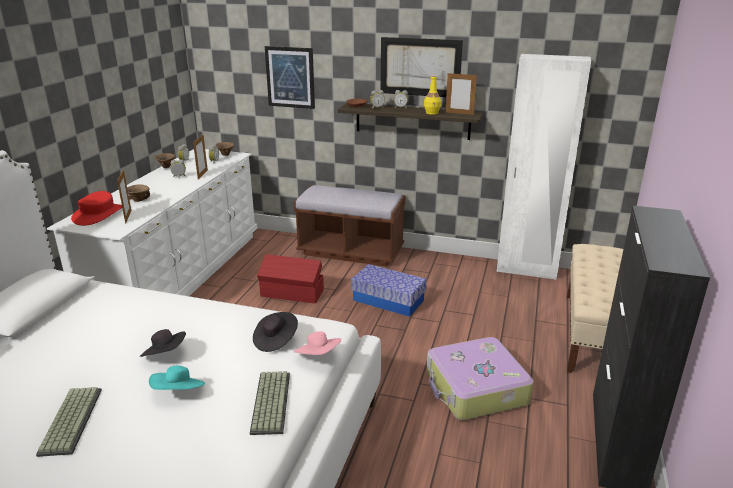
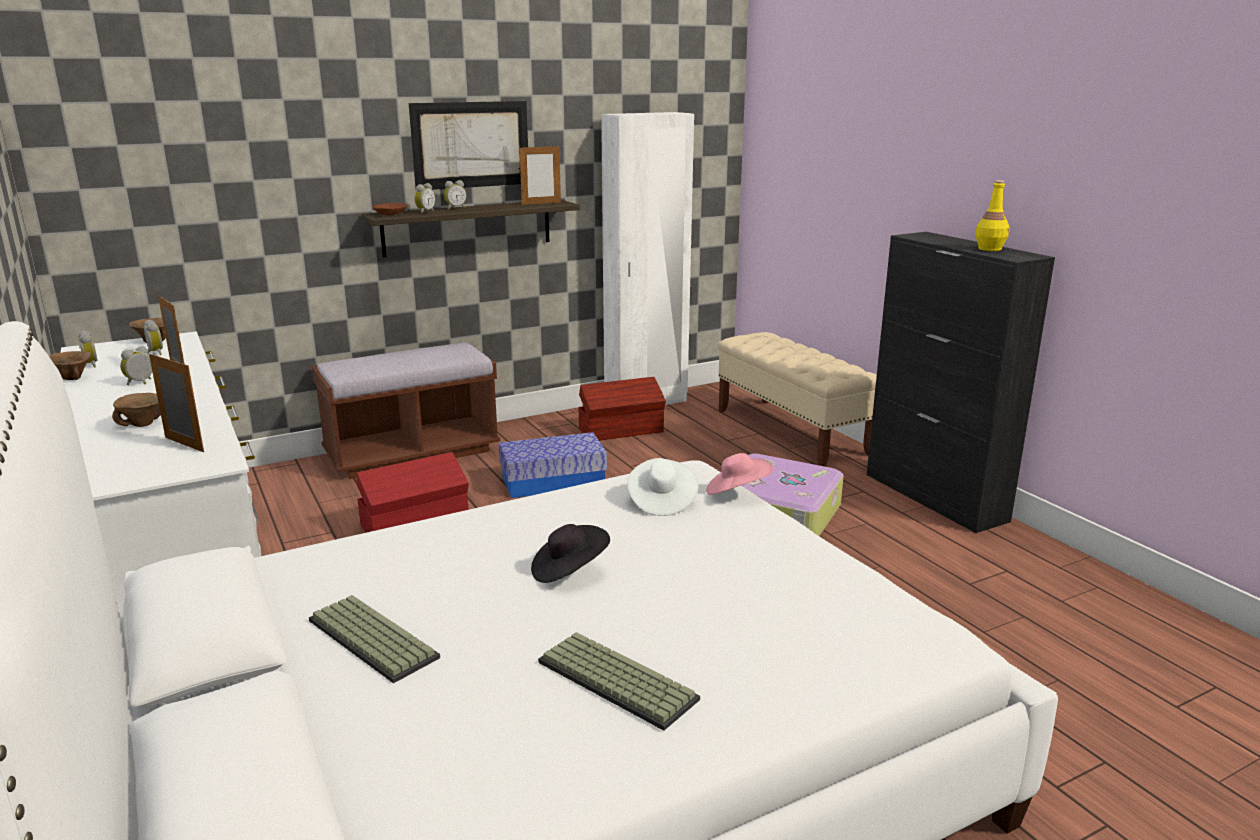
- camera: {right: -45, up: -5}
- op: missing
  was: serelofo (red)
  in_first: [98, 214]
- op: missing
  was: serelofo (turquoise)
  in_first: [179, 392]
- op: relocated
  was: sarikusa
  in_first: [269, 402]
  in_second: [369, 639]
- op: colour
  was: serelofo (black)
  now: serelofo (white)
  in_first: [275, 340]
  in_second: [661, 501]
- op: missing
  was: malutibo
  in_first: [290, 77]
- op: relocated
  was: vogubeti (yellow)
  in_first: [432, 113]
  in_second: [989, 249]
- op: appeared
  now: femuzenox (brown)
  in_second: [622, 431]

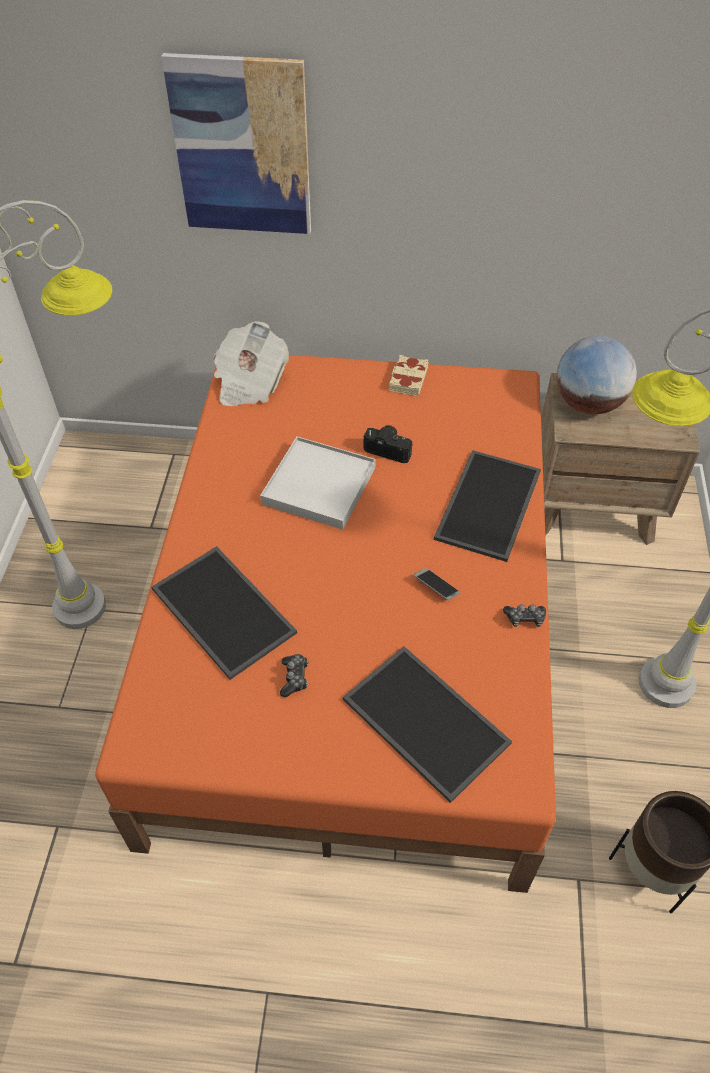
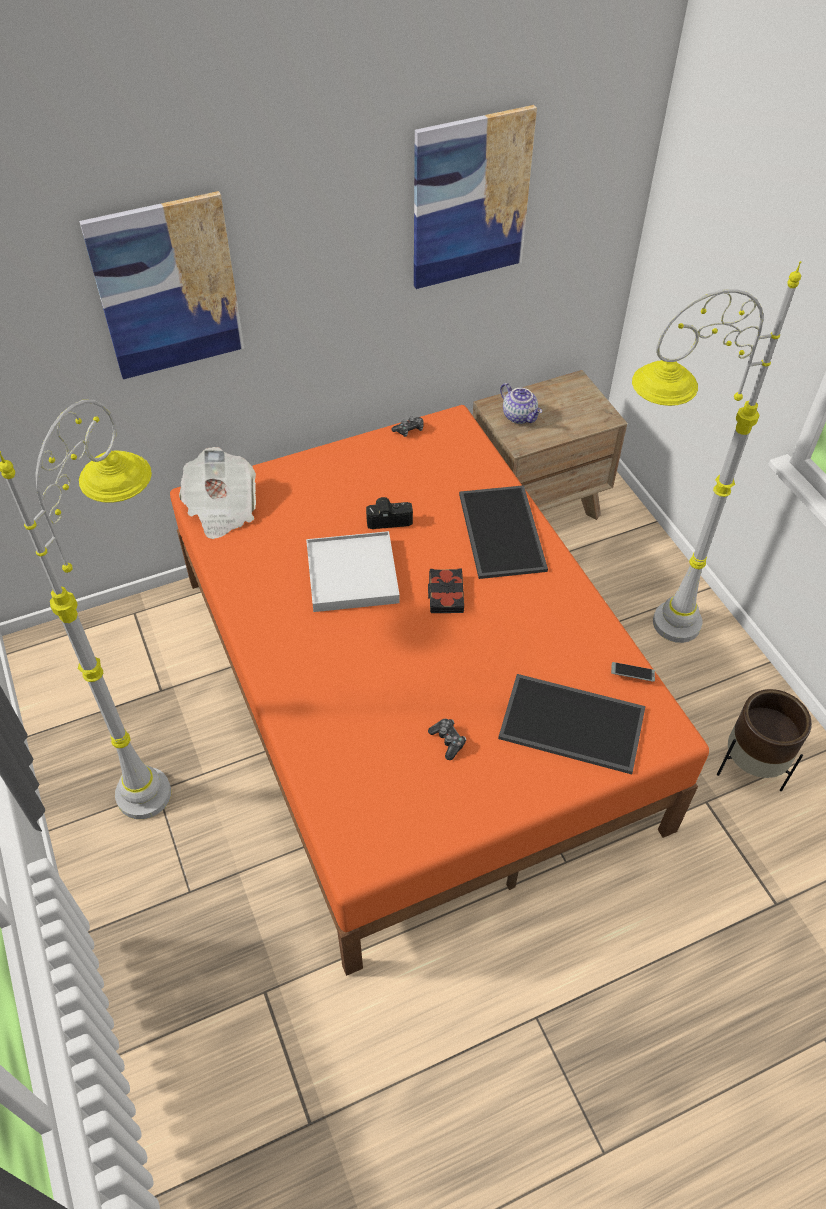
- camera: {right: -30, up: 0}
- op: missing
  was: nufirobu
  in_first: [220, 611]
- op: missing
  was: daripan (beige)
  in_first: [407, 379]
- op: relocated
  was: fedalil
  in_first: [436, 587]
  in_second: [632, 674]
- op: relocated
  was: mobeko
  in_first: [525, 618]
  in_second: [409, 430]
- op: exchanged
  was: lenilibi
  now: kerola
  in_first: [588, 403]
  in_second: [520, 416]
- op: appeared
  now: malutibo
  in_second: [470, 199]
- op: appeared
  now: daripan (black)
  in_second: [445, 594]

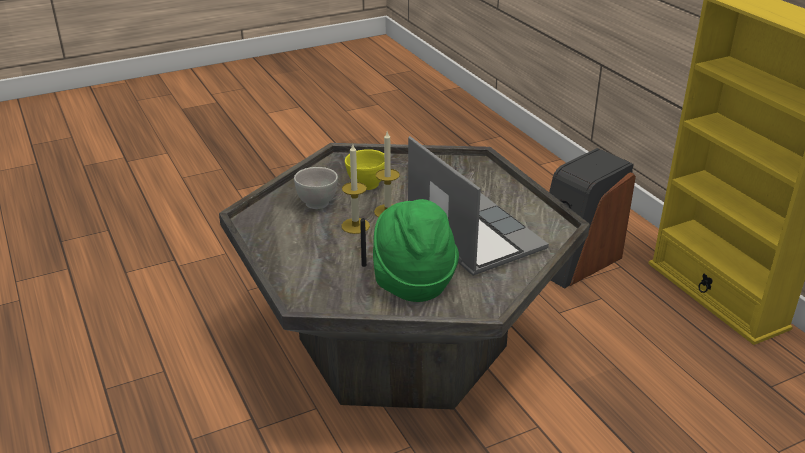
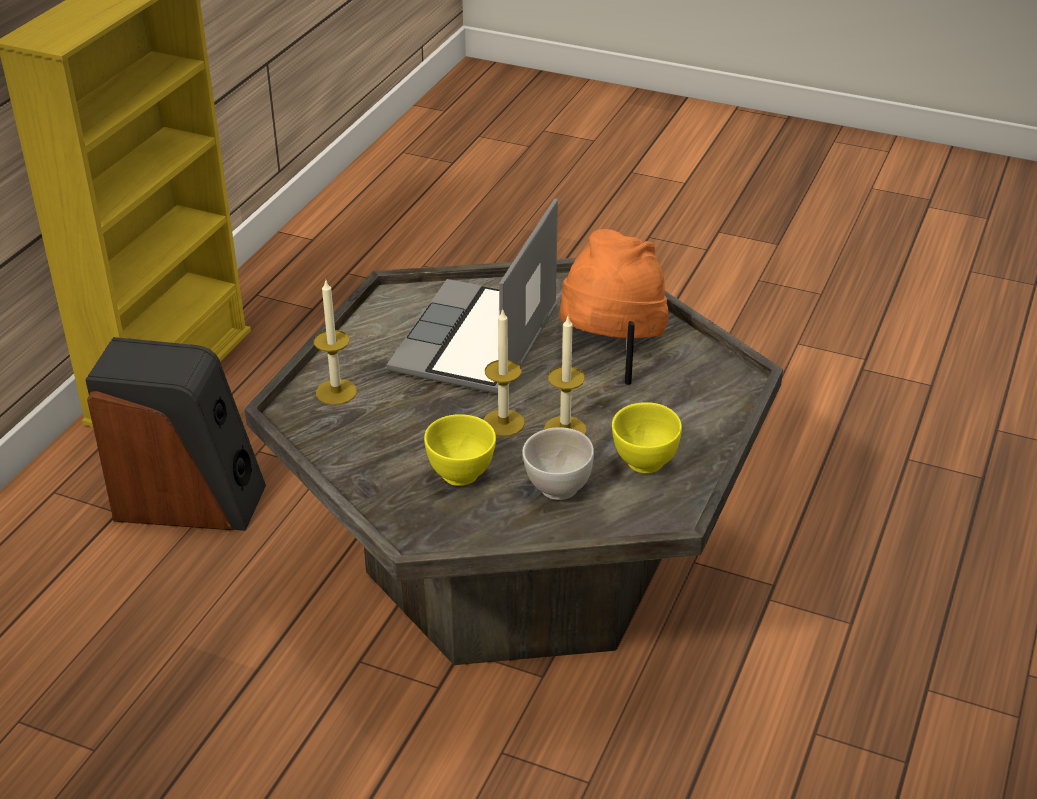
- camera: {right: -130, up: 5}
- op: colour
  was: serelofo (green)
  now: serelofo (orange)
  in_first: [412, 281]
  in_second: [610, 340]
- op: appeared
  now: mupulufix
  in_second: [336, 392]
- op: appeared
  now: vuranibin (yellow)
  in_second: [644, 463]

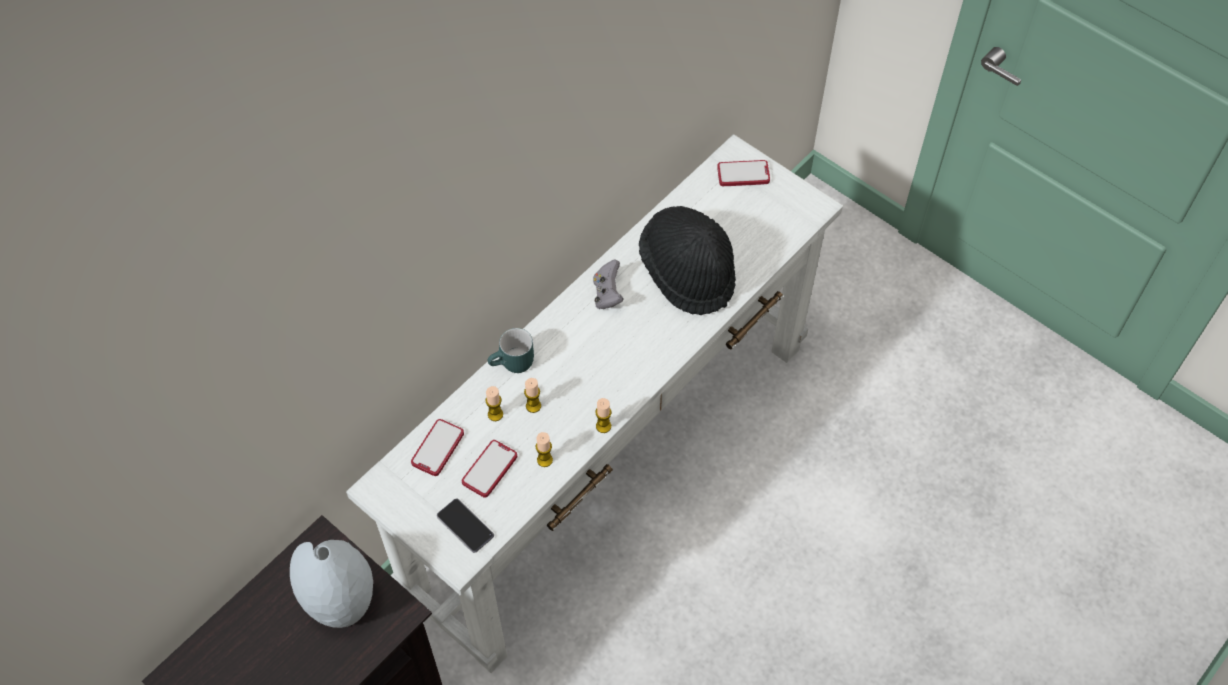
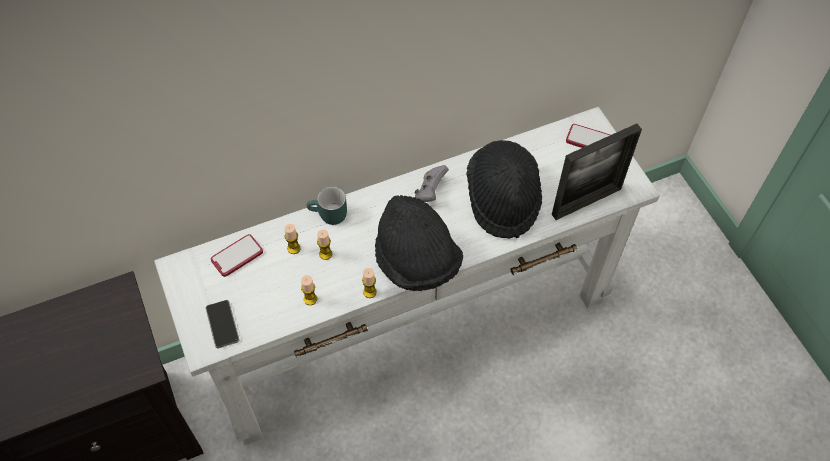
- camera: {right: 25, up: 0}
- op: missing
  was: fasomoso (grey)
  in_first: [340, 603]
- op: missing
  was: fedalil
  in_first: [489, 469]
- op: appeared
  now: serelofo (black)
  in_second: [416, 261]
- op: appeared
  now: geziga
  in_second: [586, 202]

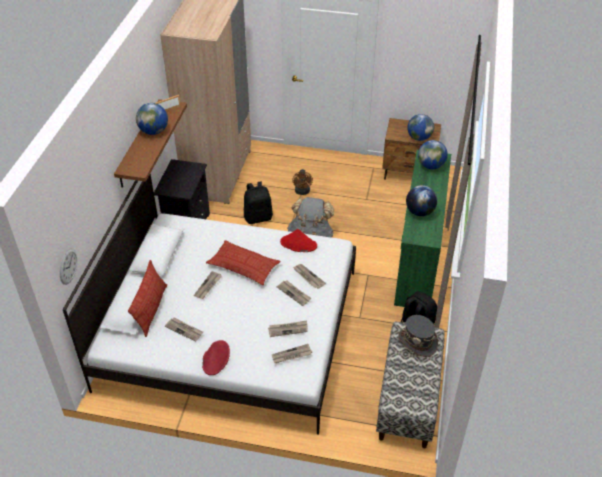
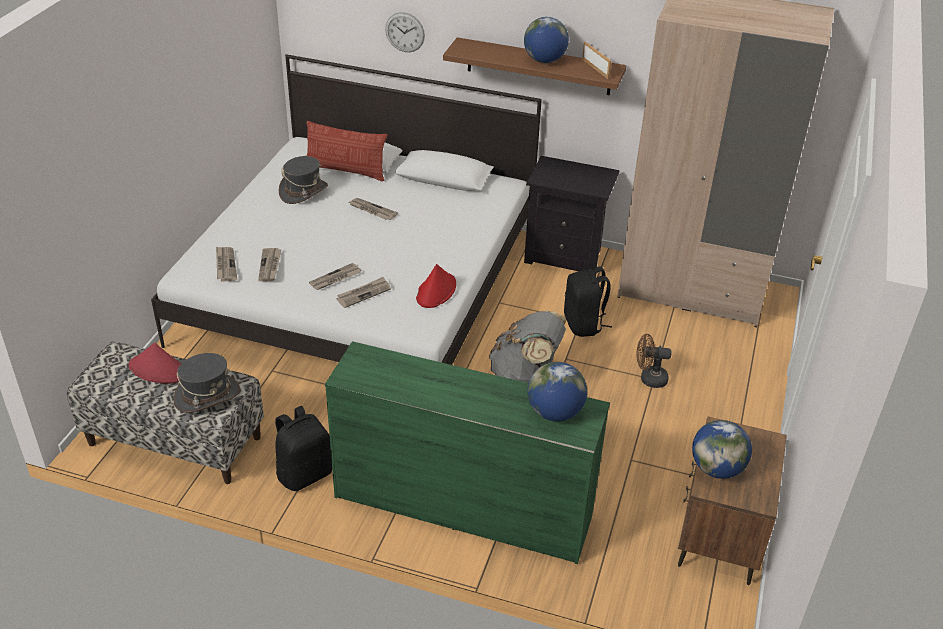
- camera: {right: 95, up: -5}
- op: relocated
  was: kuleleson
  in_first: [68, 266]
  in_second: [405, 32]
- op: exchanged
  was: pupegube
  now: serelofo (grey)
  in_first: [184, 330]
  in_second: [303, 191]
- op: relocated
  was: serelofo (red)
  in_first: [216, 358]
  in_second: [159, 370]
- op: missing
  was: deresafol
  in_first: [243, 266]
- op: missing
  was: lenilibi
  in_first: [419, 212]

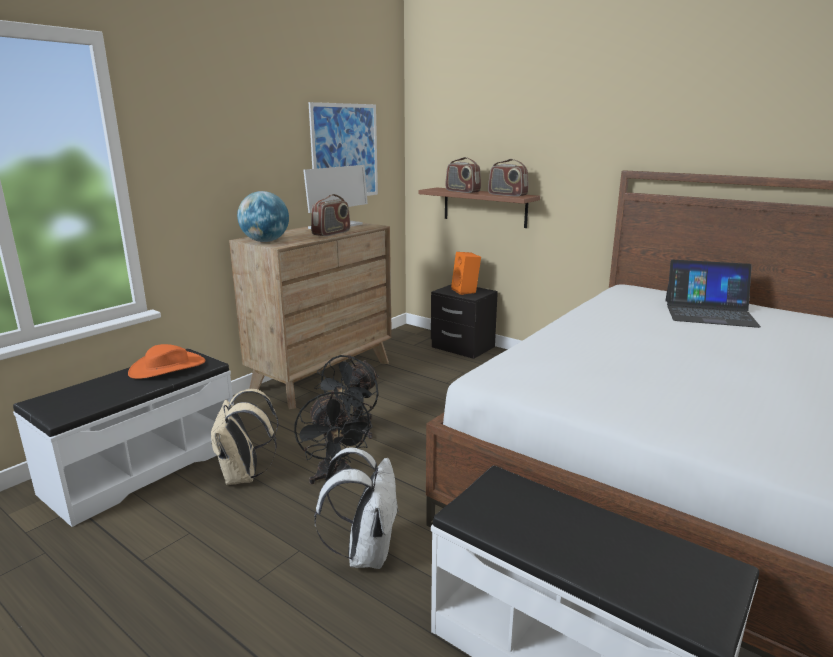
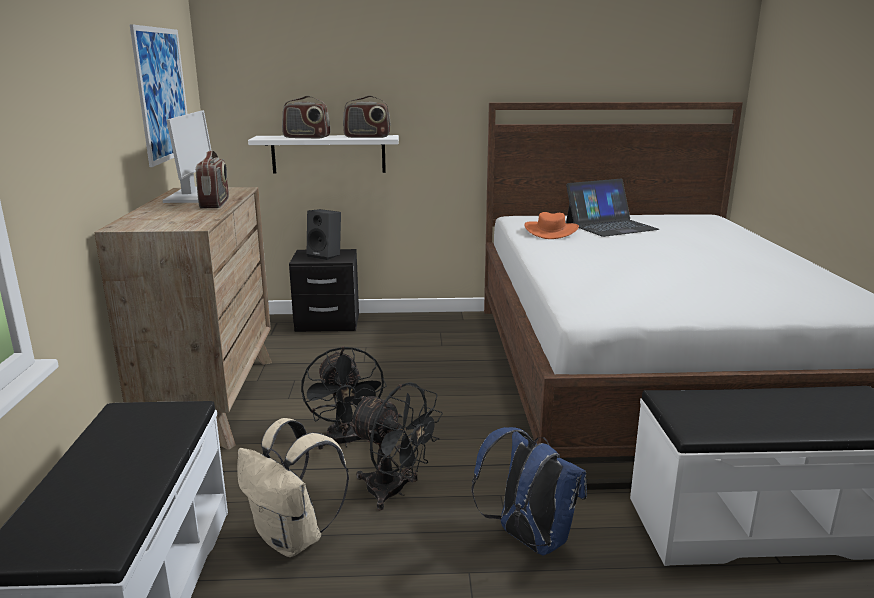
- camera: {right: -40, up: 0}
- op: relocated
  was: serelofo (orange)
  in_first: [167, 367]
  in_second: [551, 231]
- op: missing
  was: lenilibi
  in_first: [265, 241]
- op: colour
  was: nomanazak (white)
  now: nomanazak (blue)
  in_first: [366, 553]
  in_second: [528, 539]
- op: colour
  was: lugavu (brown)
  now: lugavu (white)
  in_first: [484, 207]
  in_second: [328, 154]
- op: colour
  was: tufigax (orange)
  now: tufigax (black)
  in_first: [466, 291]
  in_second: [326, 255]

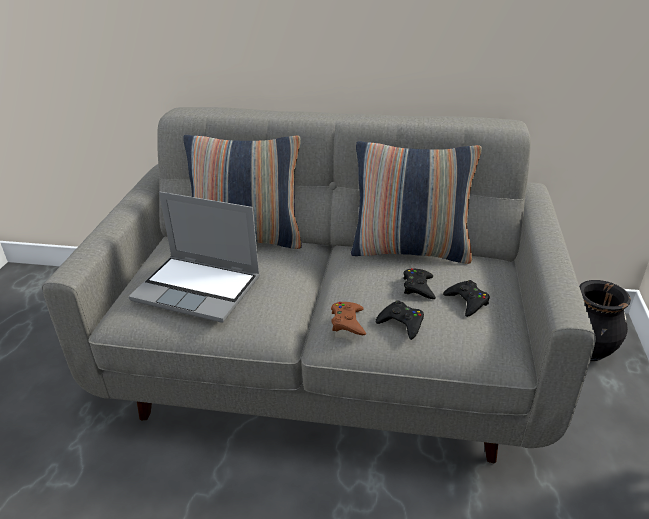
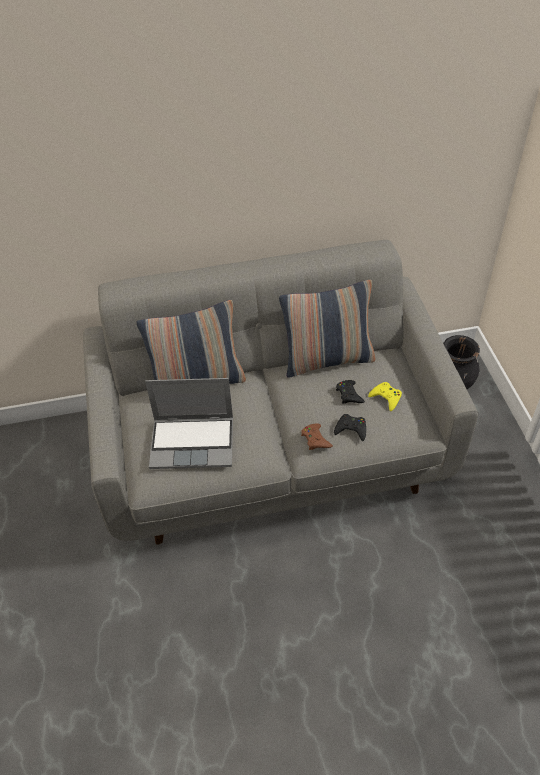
- camera: {right: -20, up: 15}
- op: colour
  was: mobeko (black)
  now: mobeko (yellow)
  in_first: [467, 301]
  in_second: [386, 398]

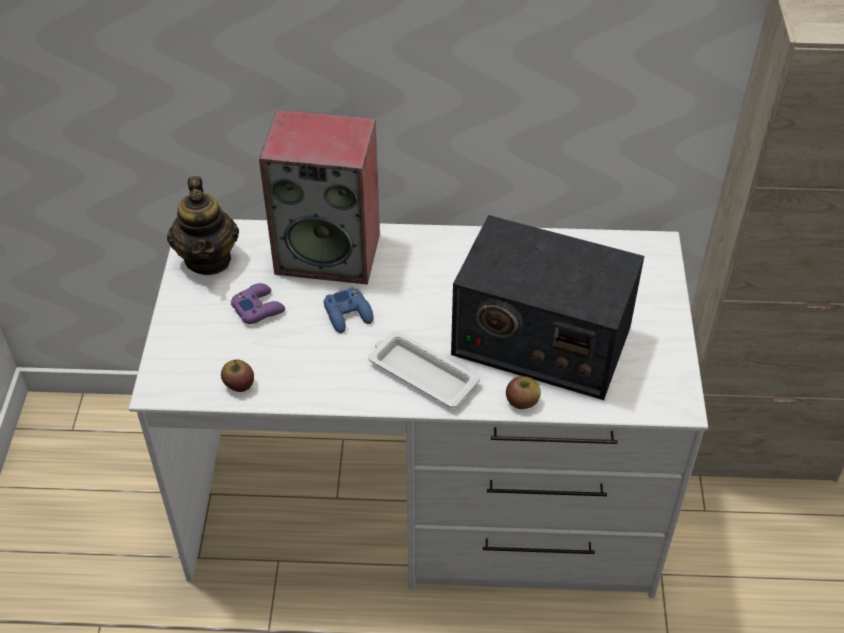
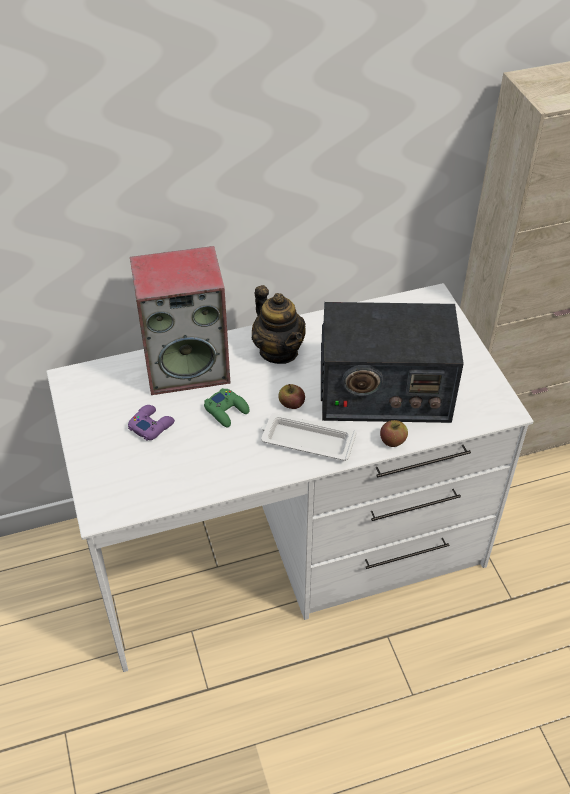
- camera: {right: -20, up: 0}
- op: relocated
  was: kerola
  in_first: [208, 259]
  in_second: [278, 351]
- op: relocated
  was: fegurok
  in_first: [239, 384]
  in_second: [291, 404]
- op: colour
  was: mobeko (blue)
  now: mobeko (green)
  in_first: [348, 314]
  in_second: [227, 411]

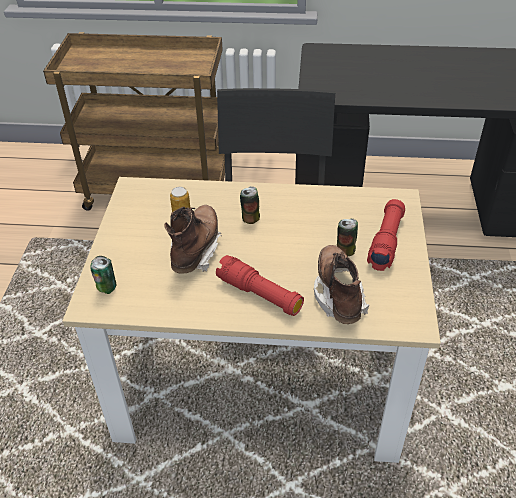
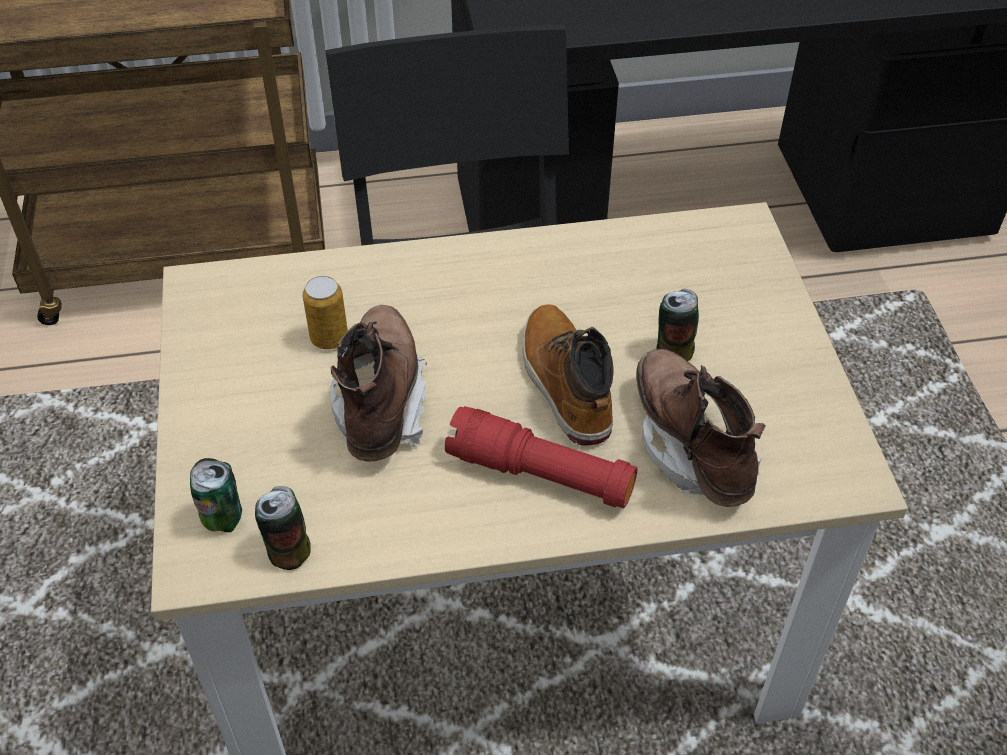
- camera: {right: -15, up: 5}
- op: relocated
  was: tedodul
  in_first: [250, 218]
  in_second: [288, 551]
- op: missing
  was: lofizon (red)
  in_first: [386, 242]
- op: appeared
  now: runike
  in_second: [565, 384]

